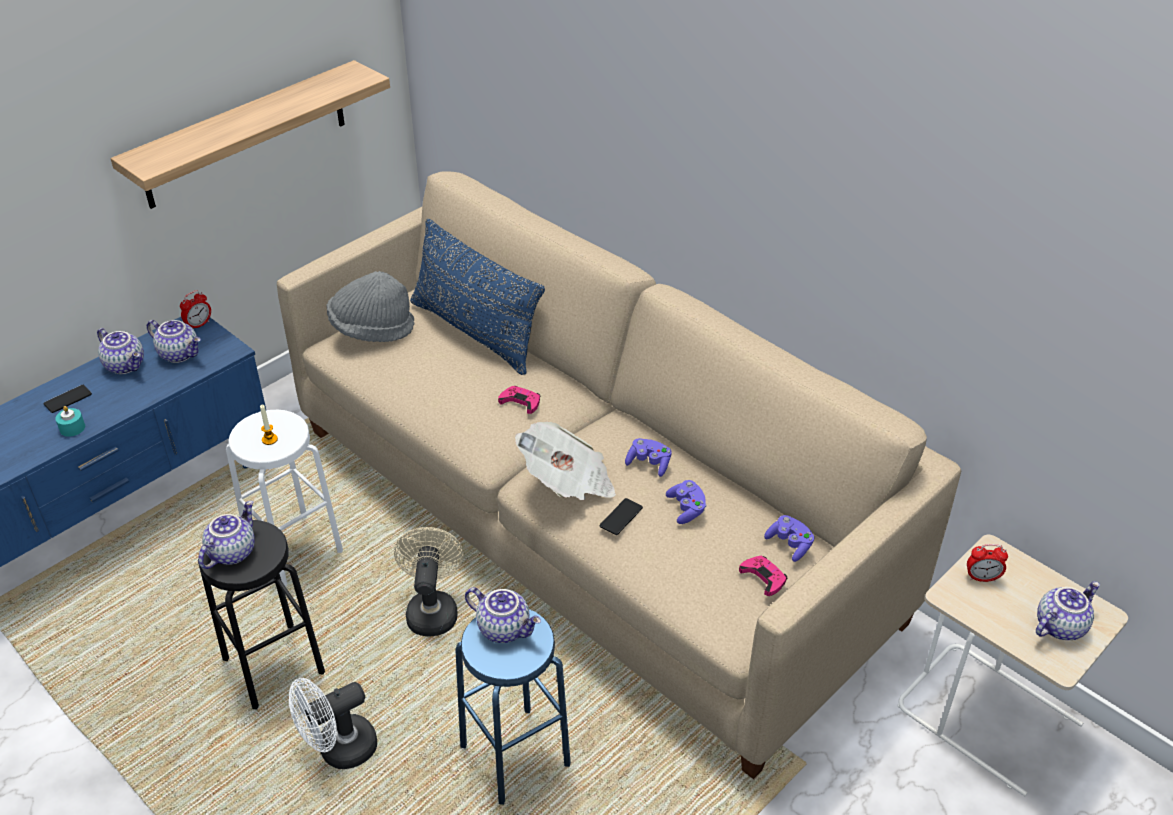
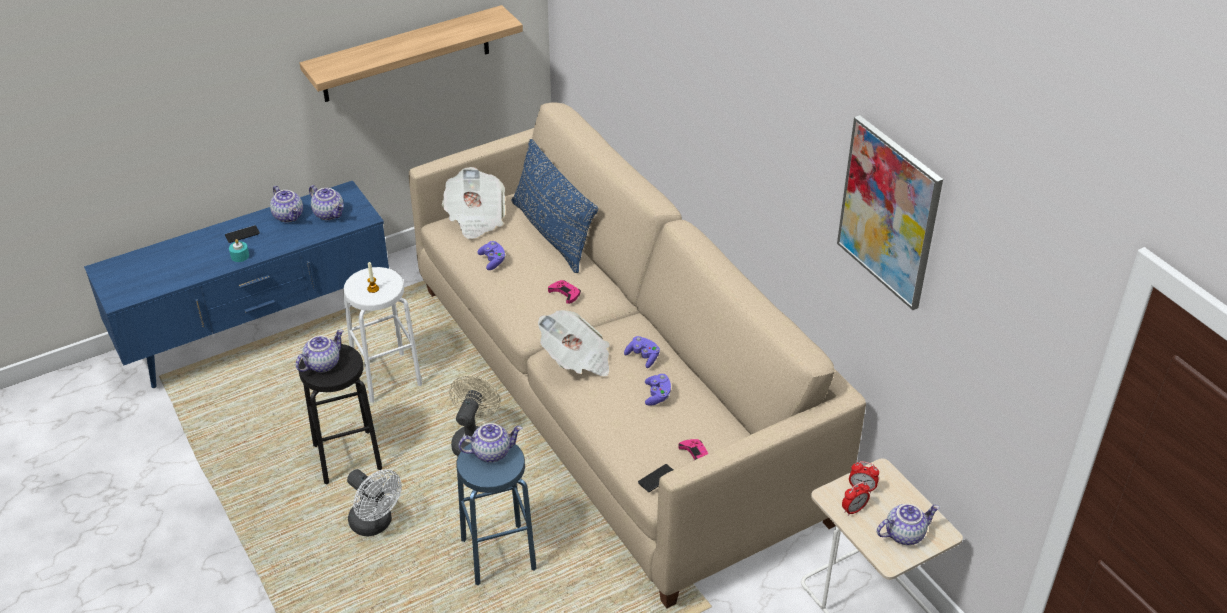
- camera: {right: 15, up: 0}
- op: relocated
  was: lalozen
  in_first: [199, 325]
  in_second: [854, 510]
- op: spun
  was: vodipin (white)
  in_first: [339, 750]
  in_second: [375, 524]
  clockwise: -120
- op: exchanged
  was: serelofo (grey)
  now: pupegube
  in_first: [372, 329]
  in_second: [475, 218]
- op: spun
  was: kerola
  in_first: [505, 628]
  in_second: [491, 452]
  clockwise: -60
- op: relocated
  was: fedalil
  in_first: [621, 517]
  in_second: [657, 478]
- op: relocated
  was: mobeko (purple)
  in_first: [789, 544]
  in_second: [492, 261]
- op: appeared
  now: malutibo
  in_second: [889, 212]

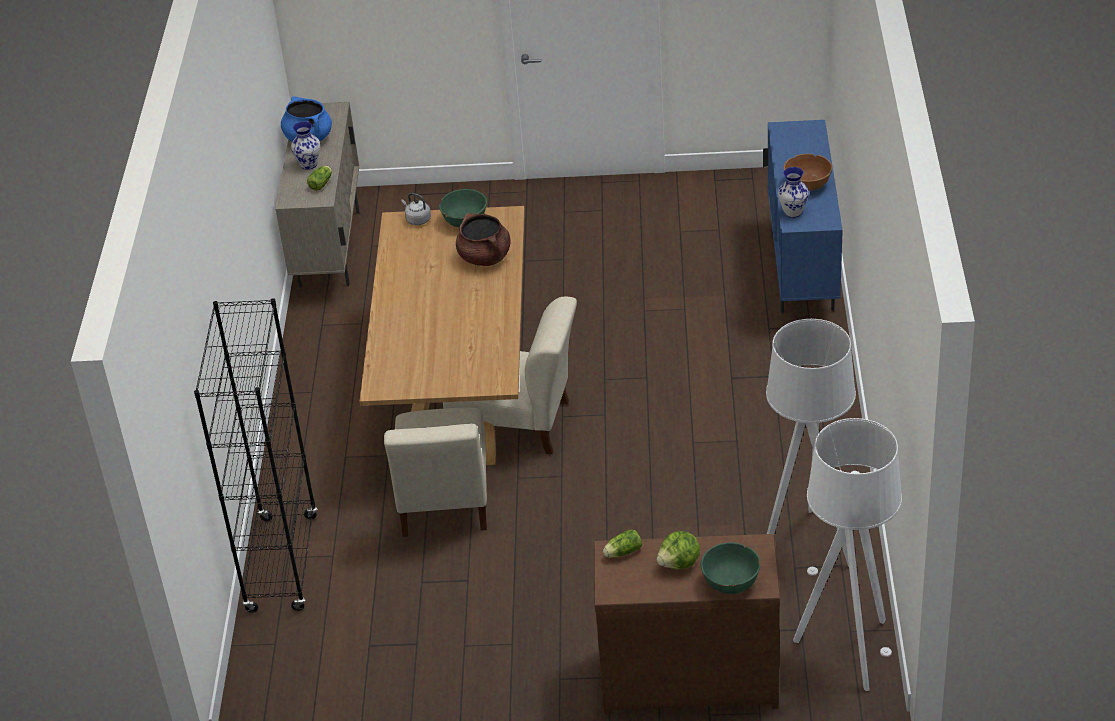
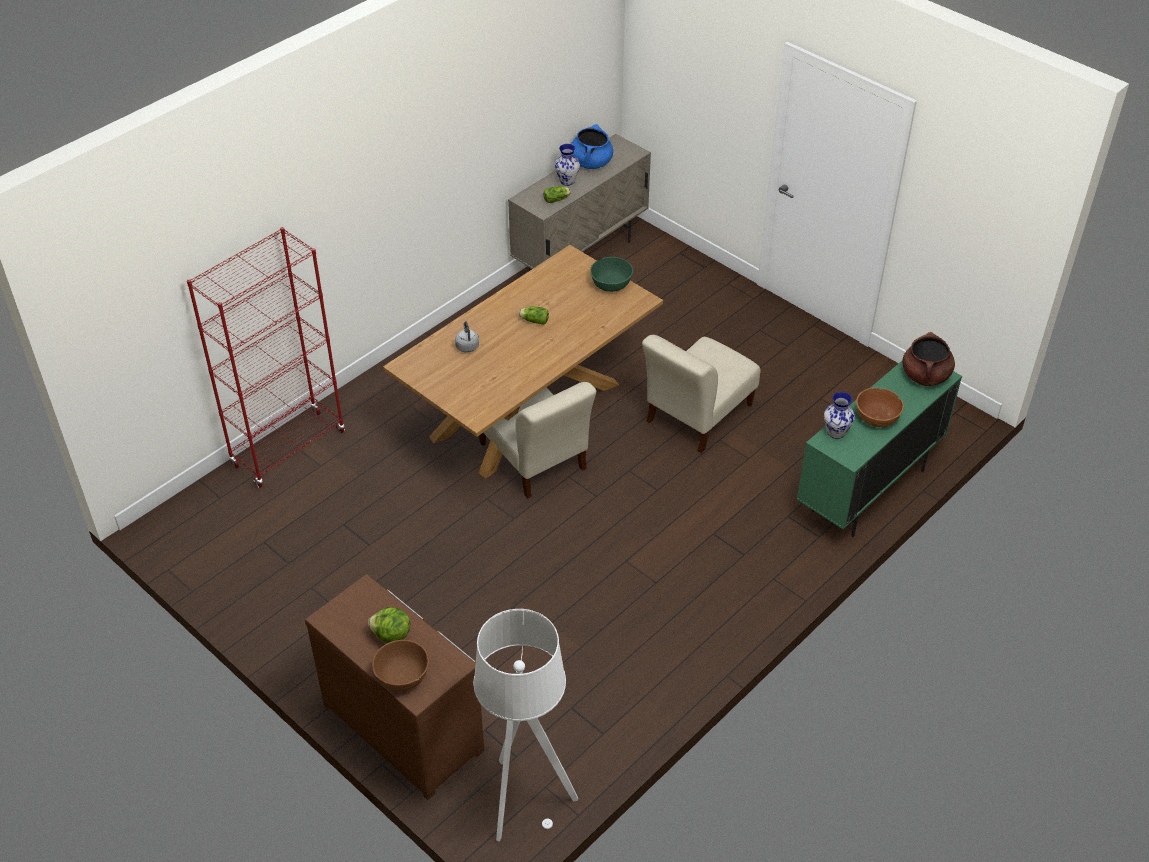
- camera: {right: 40, up: 5}
- op: colour
  was: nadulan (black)
  now: nadulan (red)
  in_first: [282, 563]
  in_second: [288, 449]
- op: relocated
  was: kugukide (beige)
  in_first: [443, 501]
  in_second: [696, 416]
- op: relocated
  was: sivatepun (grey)
  in_first: [417, 219]
  in_second: [467, 346]
- op: relocated
  was: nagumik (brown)
  in_first: [485, 257]
  in_second: [925, 376]
- op: relocated
  was: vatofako
  in_first: [622, 552]
  in_second: [533, 320]
- op: colour
  was: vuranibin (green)
  now: vuranibin (brown)
  in_first: [730, 582]
  in_second: [402, 676]
- op: colour
  was: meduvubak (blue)
  now: meduvubak (green)
  in_first: [802, 272]
  in_second: [868, 491]
- op: missing
  was: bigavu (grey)
  in_first: [807, 546]

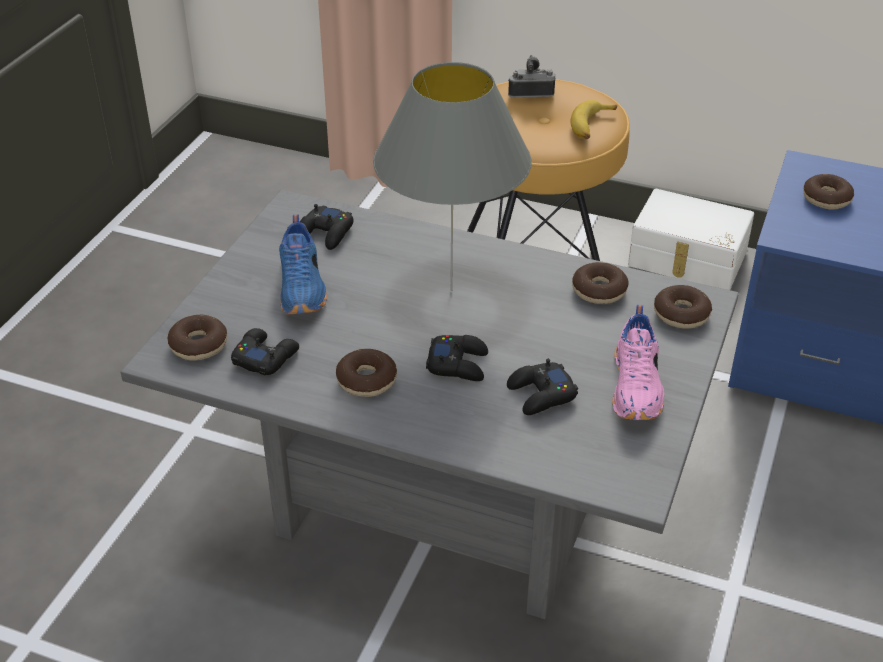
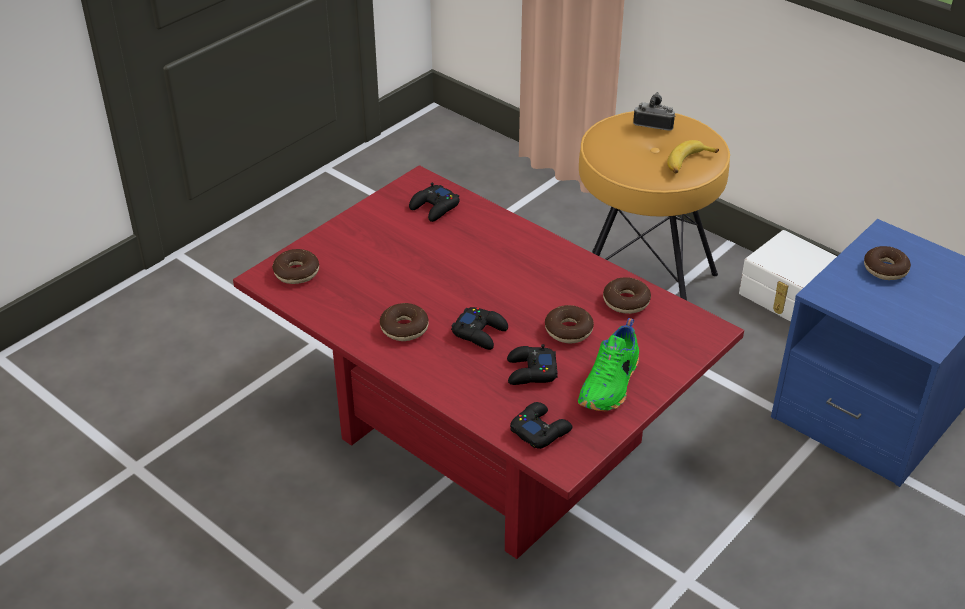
- camera: {right: 20, up: 0}
- op: colour
  was: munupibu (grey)
  now: munupibu (red)
  in_first: [441, 496]
  in_second: [482, 444]
- op: relocated
  was: mobeko (black)
  in_first: [265, 357]
  in_second: [540, 430]
- op: missing
  was: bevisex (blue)
  in_first: [303, 288]
- op: missing
  was: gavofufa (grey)
  in_first: [452, 290]
- op: colour
  was: bevisex (pink)
  now: bevisex (green)
  in_first: [637, 387]
  in_second: [611, 385]
- op: relocated
  was: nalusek
  in_first: [681, 314]
  in_second: [568, 330]

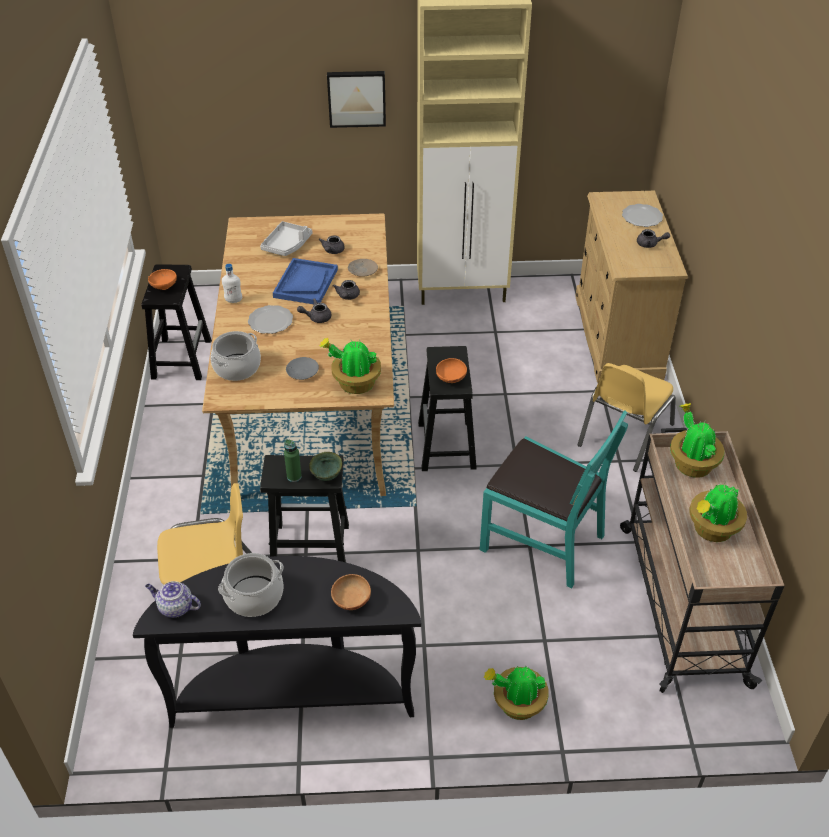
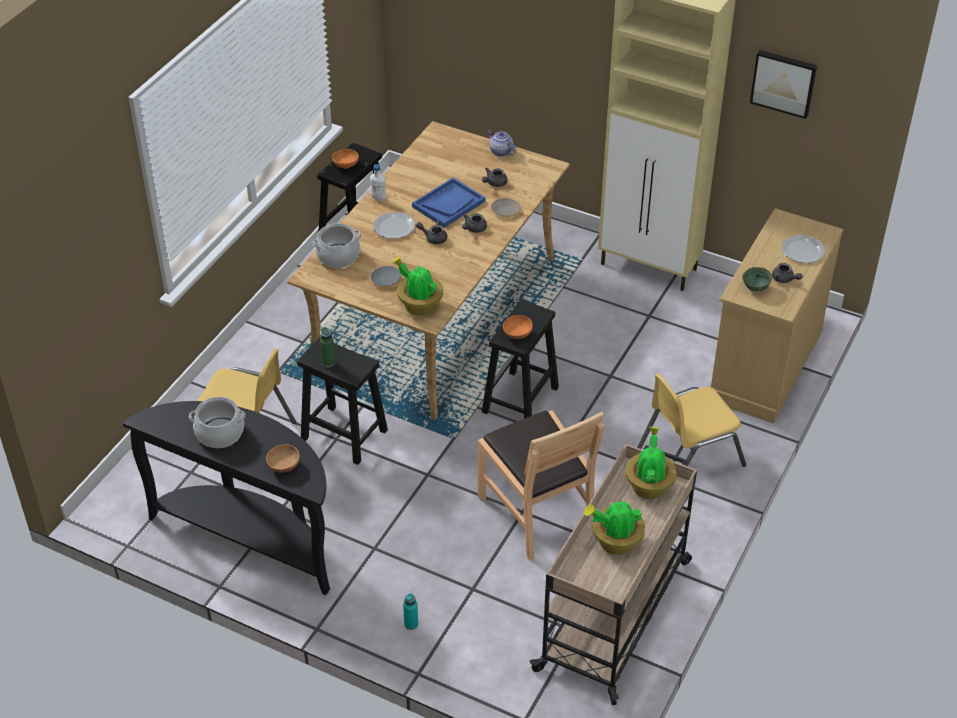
- camera: {right: 30, up: 0}
- op: relocated
  was: kerola
  in_first: [175, 608]
  in_second: [500, 151]
- op: missing
  was: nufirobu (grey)
  in_first: [287, 245]
- op: relocated
  was: vuranibin (green)
  in_first: [327, 476]
  in_second: [756, 289]
- op: relocated
  was: malutibo
  in_first: [356, 98]
  in_second: [783, 82]
- op: colour
  was: kugukide (turquoise)
  now: kugukide (brown)
  in_first: [542, 541]
  in_second: [537, 512]
- op: exchanged
  was: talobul
  now: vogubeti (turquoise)
  in_first: [517, 704]
  in_second: [411, 624]

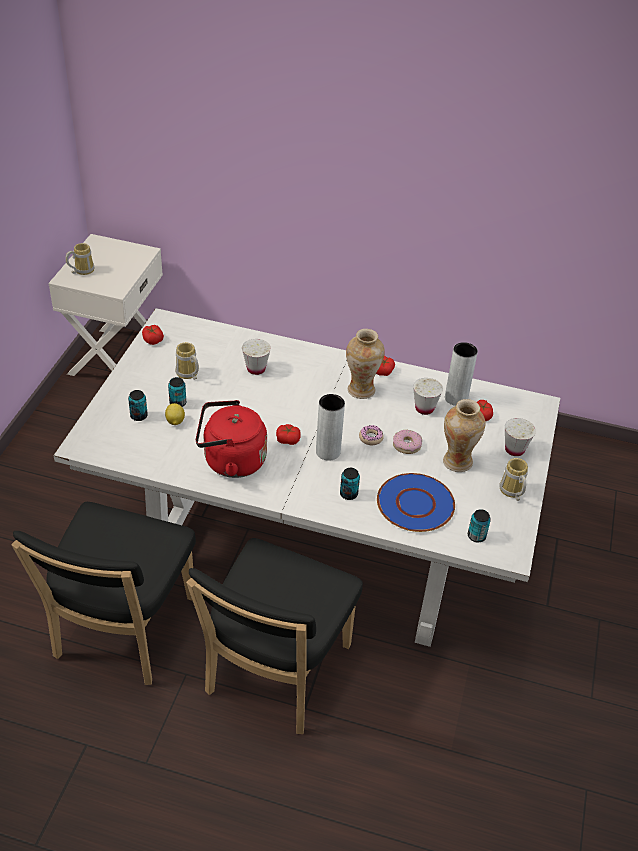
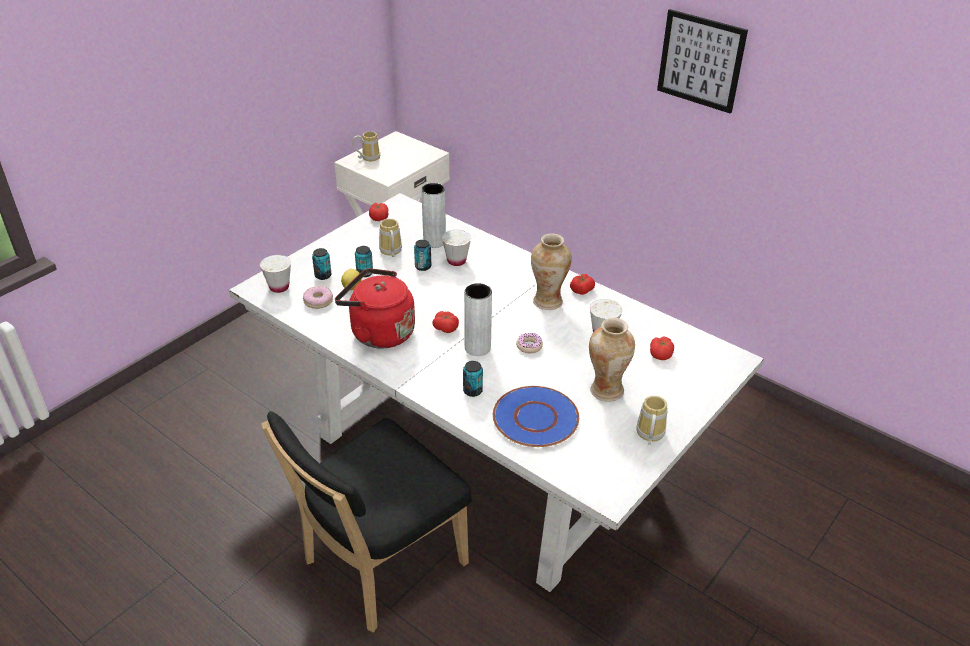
- camera: {right: 25, up: -5}
- op: missing
  was: kugukide (black)
  in_first: [121, 632]
- op: relocated
  was: nalusek
  in_first: [407, 445]
  in_second: [318, 301]
- op: relocated
  was: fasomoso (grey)
  in_first: [456, 398]
  in_second: [434, 242]
- op: relocated
  was: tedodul
  in_first: [476, 536]
  in_second: [423, 266]
- op: relocated
  was: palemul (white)
  in_first: [514, 449]
  in_second: [279, 287]
- op: appeared
  now: malutibo
  in_second: [701, 61]

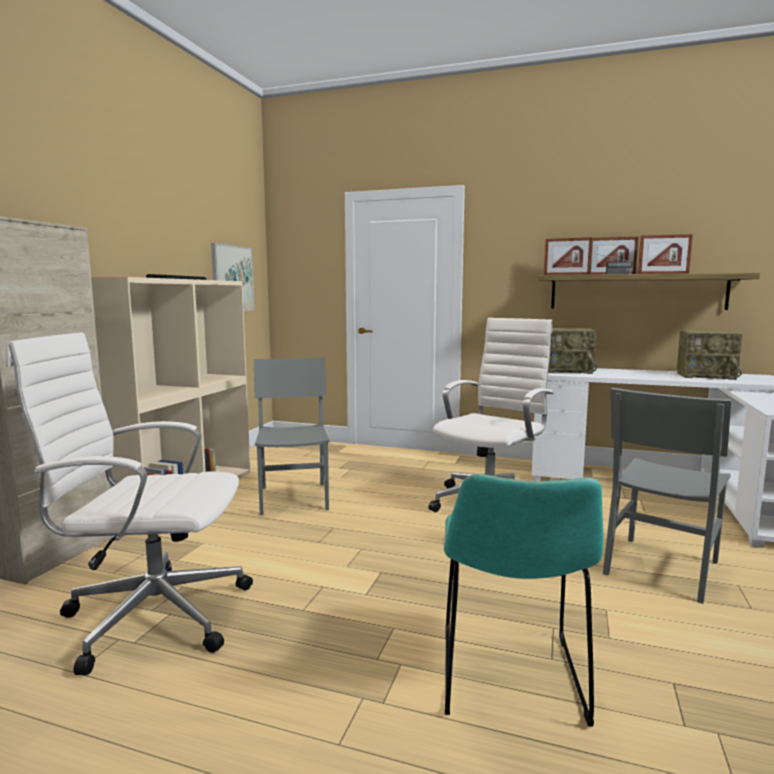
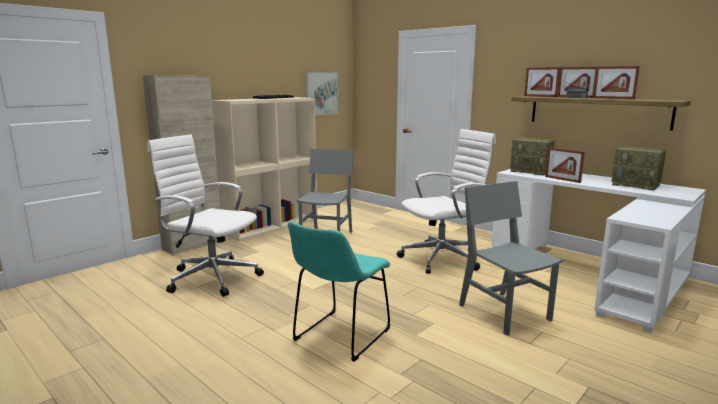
- camera: {right: 25, up: 5}
- op: spun
  was: kugukide (grey)
  in_first: [661, 567]
  in_second: [504, 312]
  clockwise: 90
- op: appeared
  now: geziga
  in_second: [562, 179]

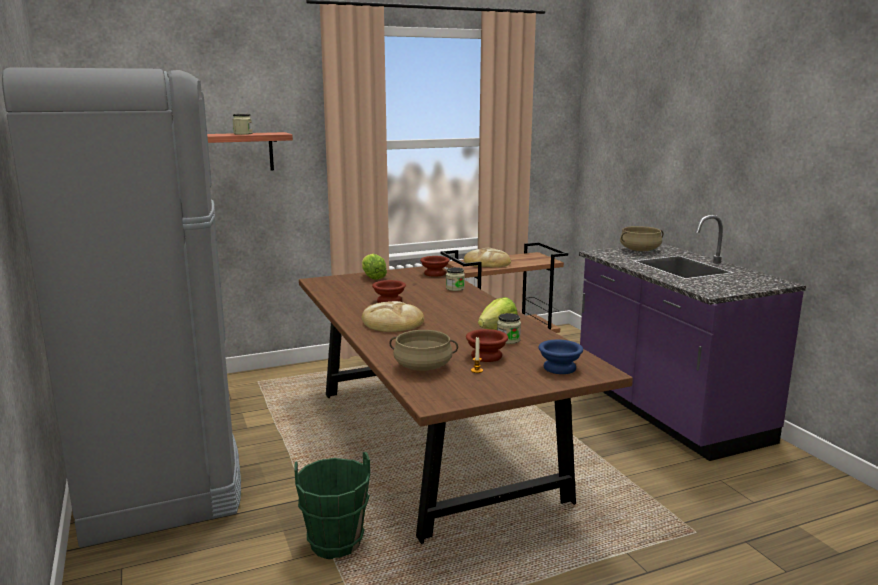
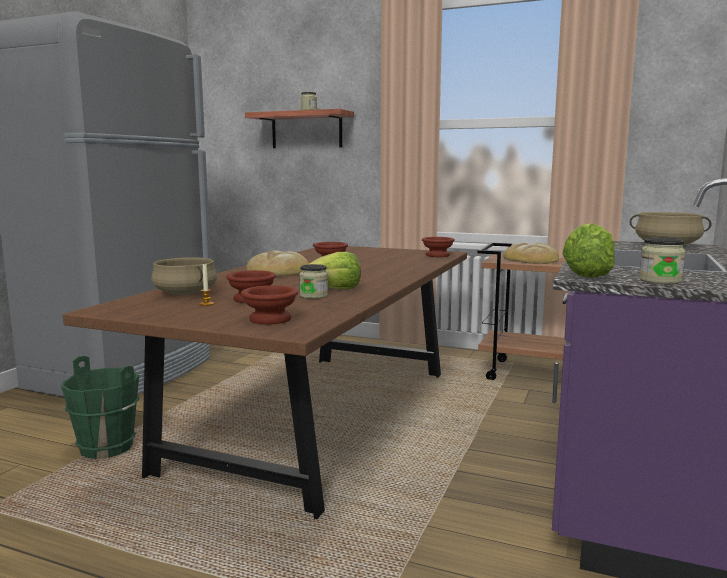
- camera: {right: 45, up: -5}
- op: relocated
  was: vatofako
  in_first: [372, 277]
  in_second: [587, 275]
- op: relocated
  was: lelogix
  in_first: [455, 288]
  in_second: [660, 281]
- op: colour
  was: vuranibin (blue)
  now: vuranibin (brown)
  in_first: [560, 368]
  in_second: [269, 320]

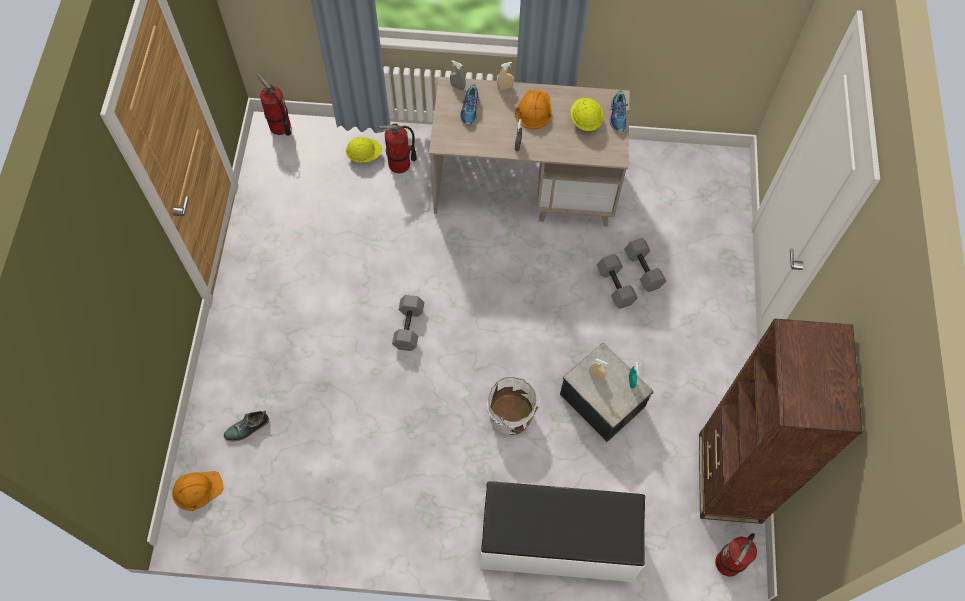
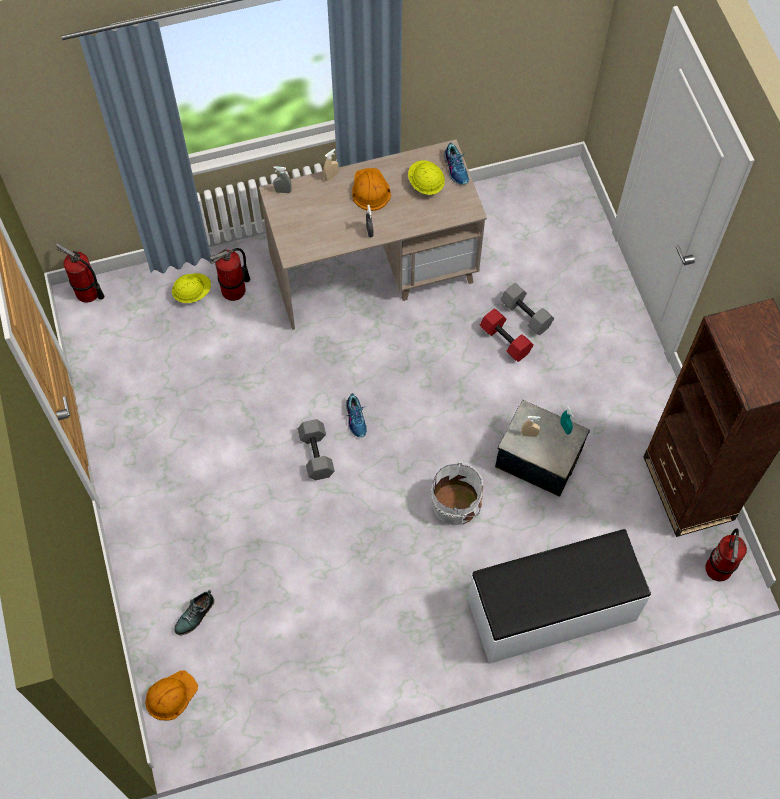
- camera: {right: -20, up: 0}
- op: relocated
  was: bevisex
  in_first: [470, 109]
  in_second: [356, 418]
- op: colour
  was: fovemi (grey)
  now: fovemi (red)
  in_first: [616, 286]
  in_second: [506, 340]

